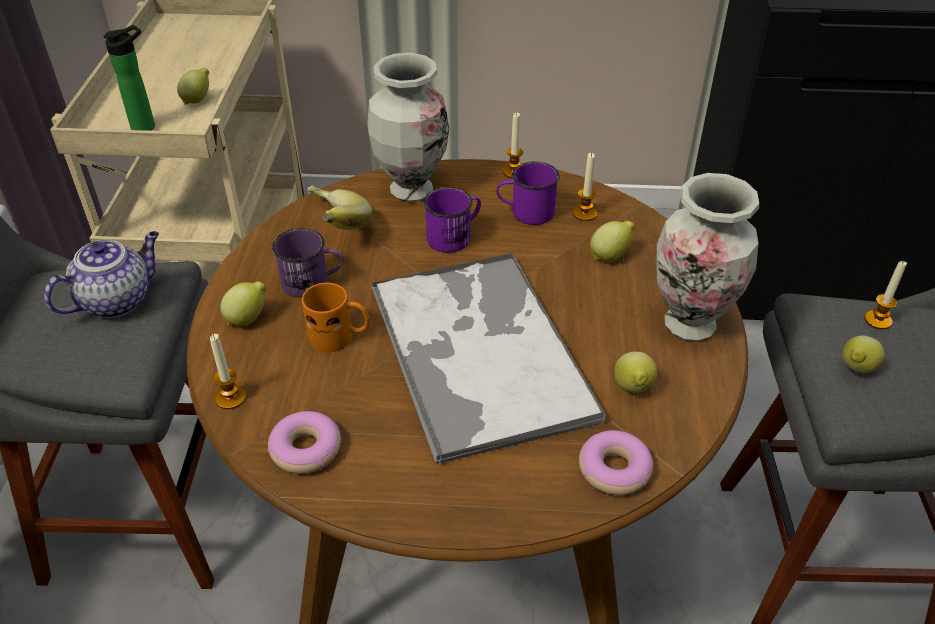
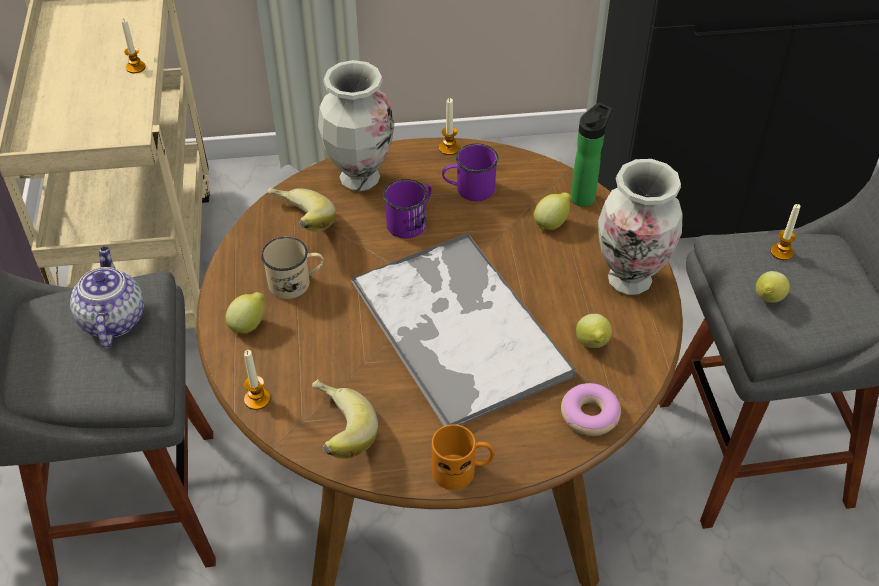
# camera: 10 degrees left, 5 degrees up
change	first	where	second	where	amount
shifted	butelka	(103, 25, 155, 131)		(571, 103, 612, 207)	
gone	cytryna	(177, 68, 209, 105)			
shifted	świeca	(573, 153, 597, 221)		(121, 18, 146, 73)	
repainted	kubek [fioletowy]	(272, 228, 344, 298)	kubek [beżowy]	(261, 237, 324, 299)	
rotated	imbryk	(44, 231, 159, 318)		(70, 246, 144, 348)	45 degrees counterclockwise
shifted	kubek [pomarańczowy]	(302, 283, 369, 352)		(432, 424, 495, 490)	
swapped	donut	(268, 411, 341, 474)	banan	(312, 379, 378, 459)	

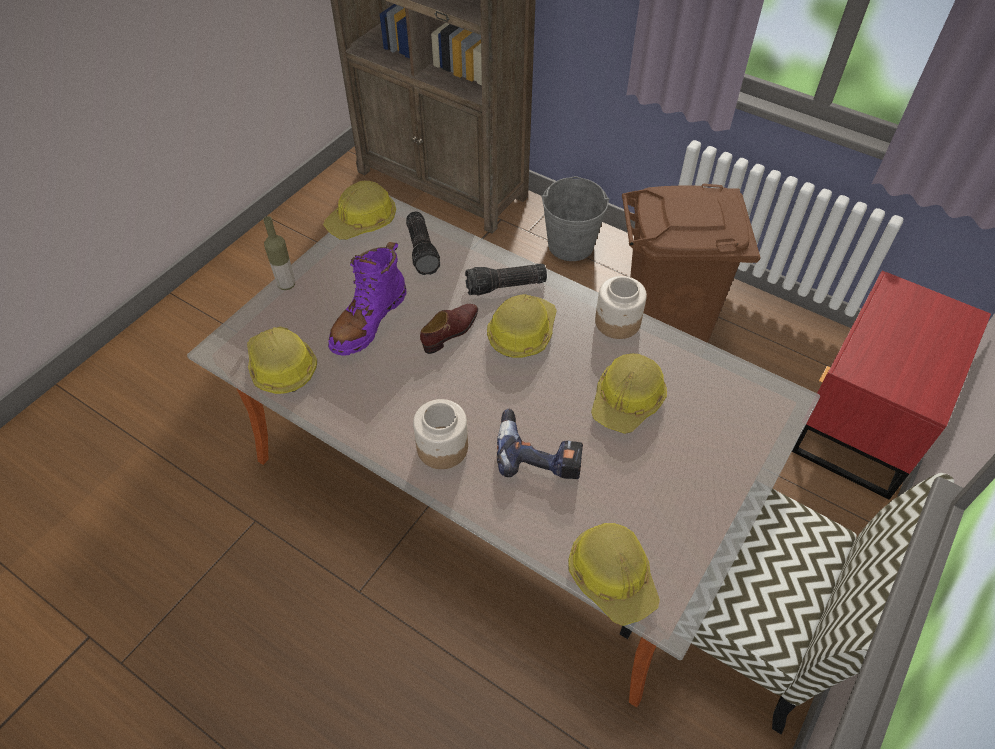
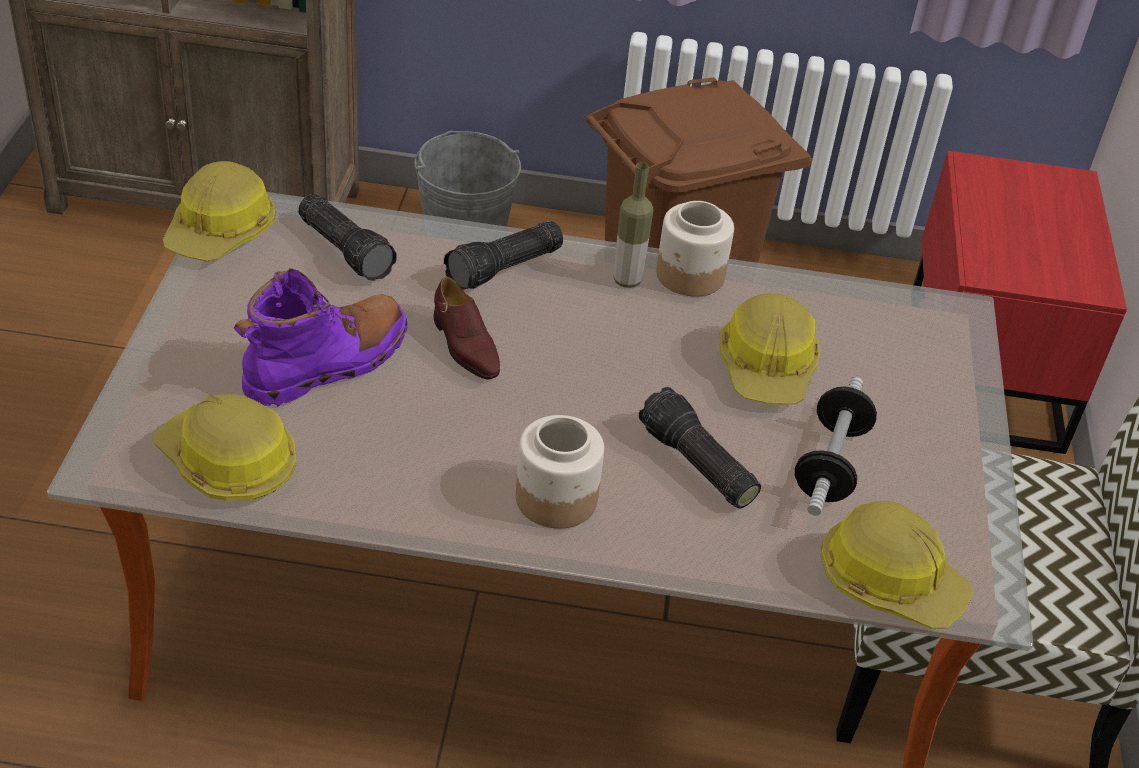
# camera: 30 degrees left, 10 degrees down
change	first	where	second	where	amount
shifted	butelka	(263, 216, 295, 290)		(613, 162, 654, 288)	
rotated	but z cholewką [fioletowy]	(328, 242, 407, 356)		(233, 268, 408, 407)	135 degrees counterclockwise
gone	kask	(487, 294, 557, 358)			
rotated	but [brązowy]	(420, 304, 478, 354)		(434, 277, 500, 379)	135 degrees clockwise
swapped	wiertarka	(497, 408, 583, 479)	latarka	(639, 387, 761, 509)	
new			hantel	(795, 377, 877, 516)	

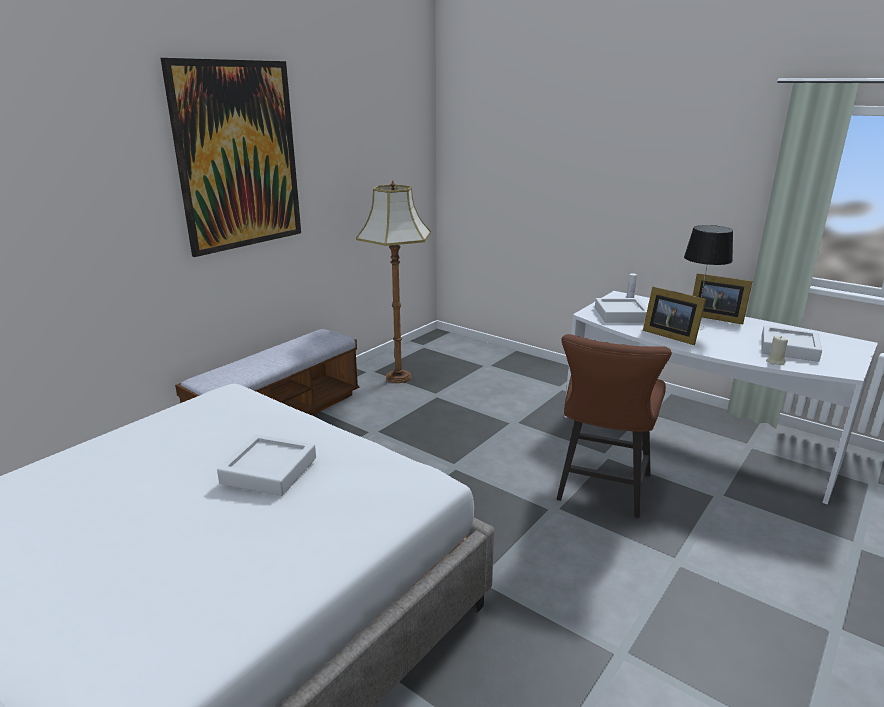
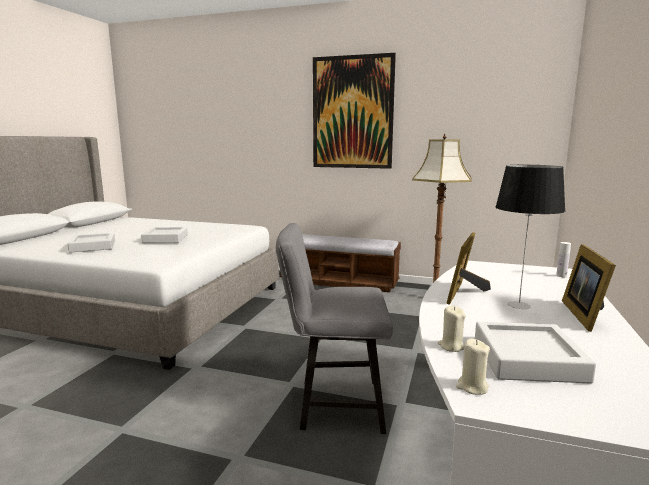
# camera: 70 degrees right, 10 degrees down
change	first	where	second	where	amount
shifted	taca [szary]	(595, 298, 647, 323)		(68, 233, 115, 252)	
repainted	krzesło [brązowy]	(556, 334, 672, 518)	krzesło [szary]	(276, 223, 393, 434)	
new			świeca [beżowy]	(456, 338, 490, 395)	

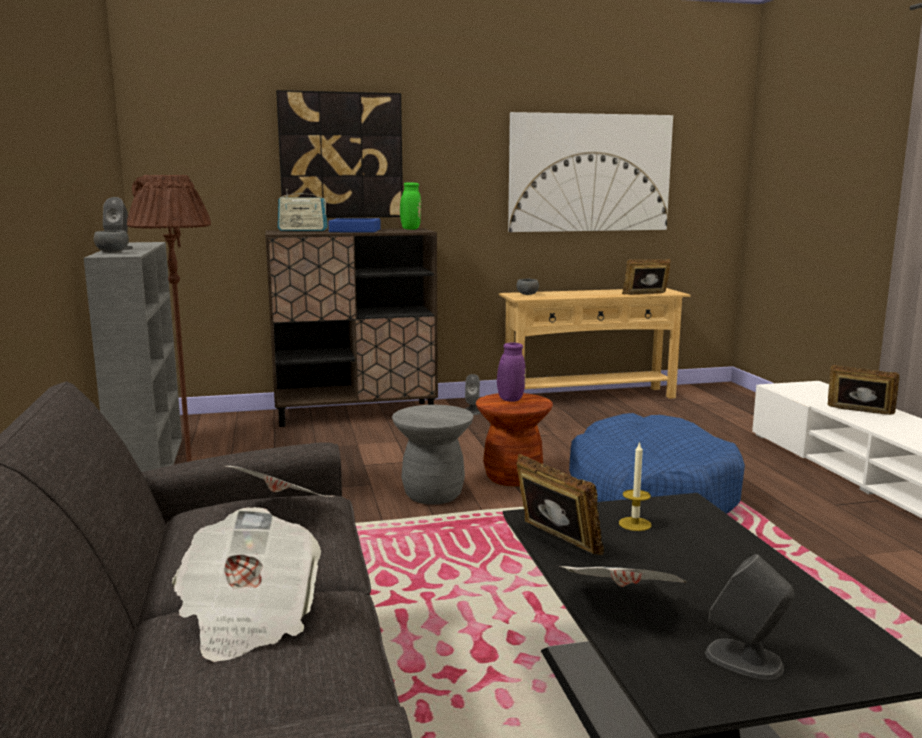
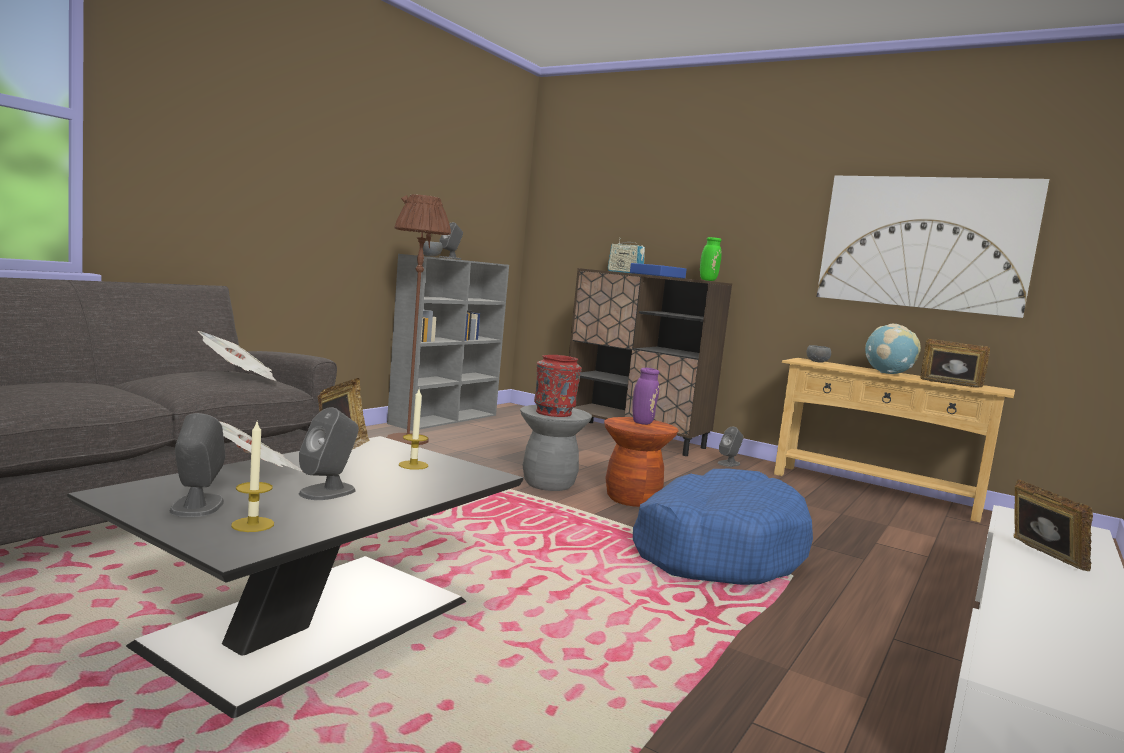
# camera: 45 degrees right, 5 degrees down
change	first	where	second	where	amount
gone	obraz	(276, 90, 403, 218)			
gone	gazeta	(172, 507, 321, 662)			
new			globus	(865, 323, 921, 374)	
new			wazon [czerwony]	(534, 355, 582, 417)	
new			głośnik [szary]	(299, 407, 359, 500)	
new			świeca	(231, 422, 274, 532)	

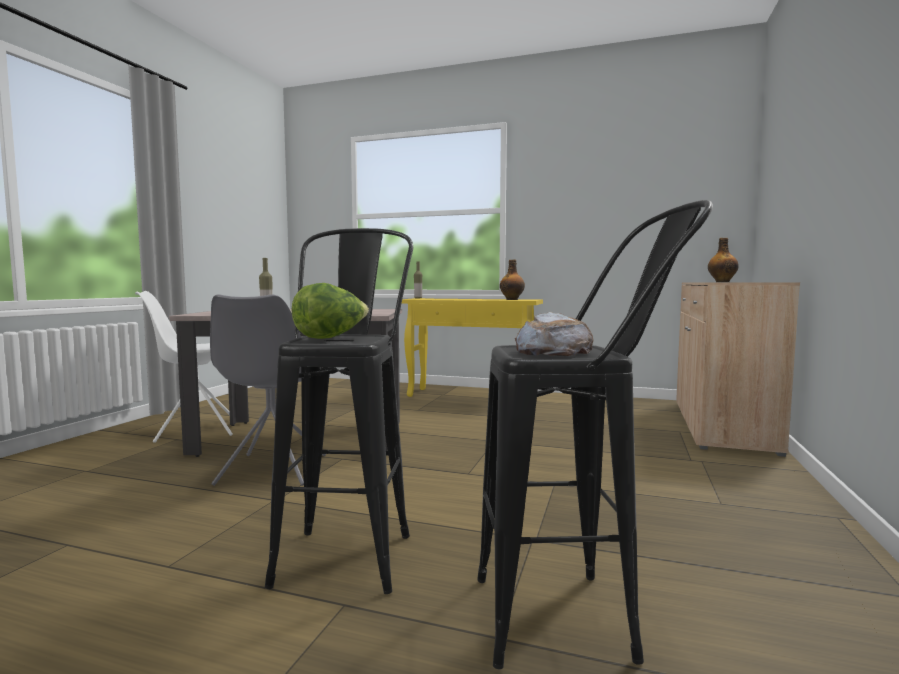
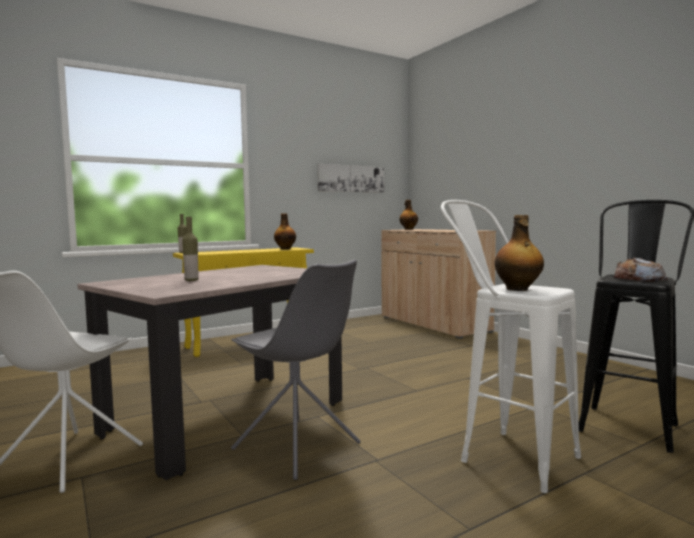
# camera: 50 degrees left, 0 degrees up
change	first	where	second	where	amount
repainted	stołek [czarny]	(265, 228, 413, 594)	stołek [biały]	(441, 200, 581, 493)	
swapped	sałata	(291, 283, 369, 339)	butelka	(495, 215, 544, 291)	
new			obraz	(317, 164, 384, 193)	

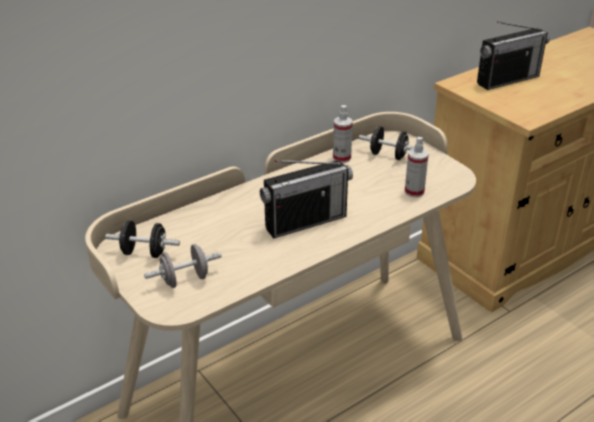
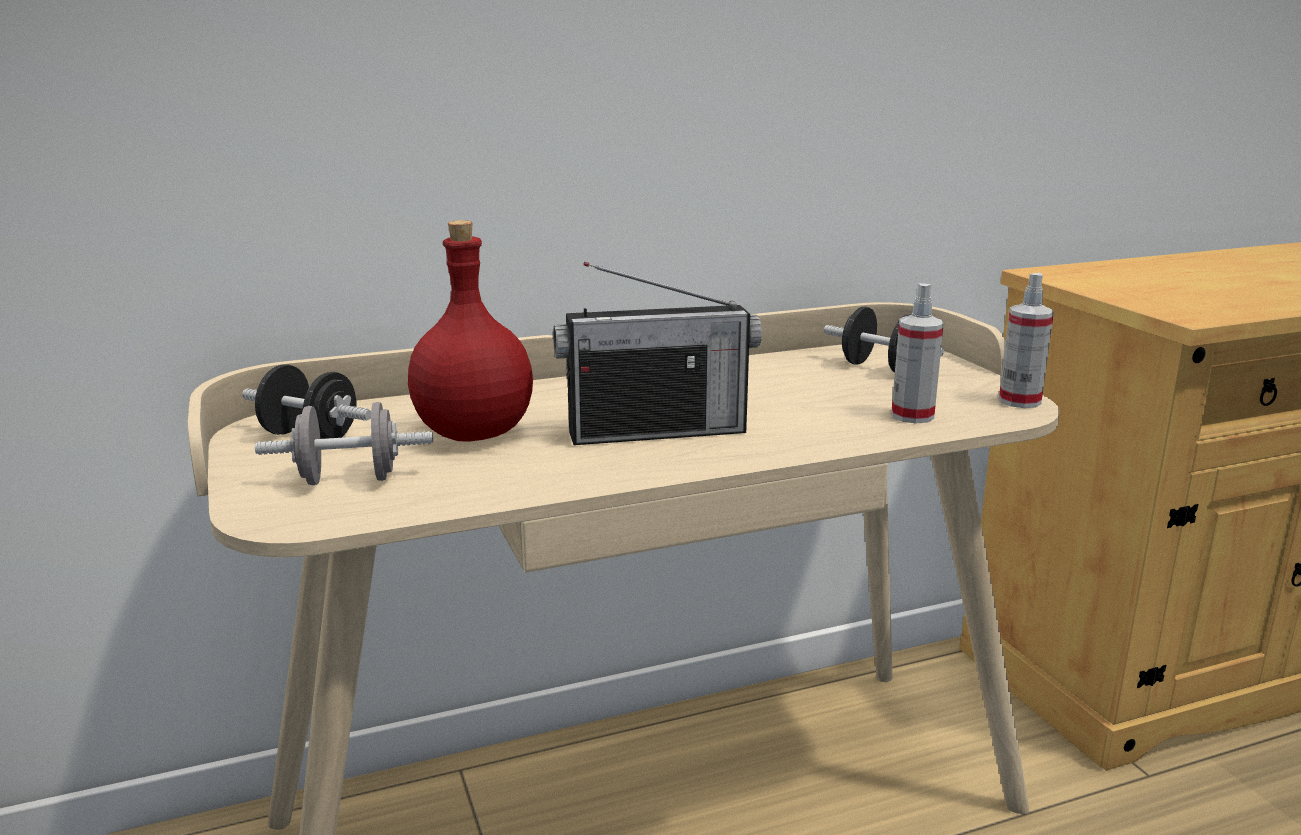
# camera: 15 degrees right, 15 degrees down
change	first	where	second	where	amount
gone	radio	(477, 21, 550, 90)			
shifted	spryskiwacz	(333, 105, 353, 163)		(999, 273, 1054, 408)	
new			butelka [czerwony]	(408, 220, 533, 442)	

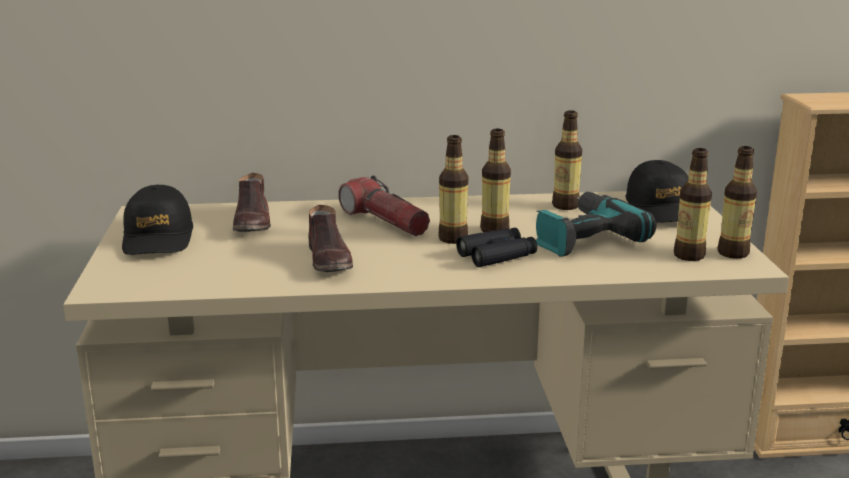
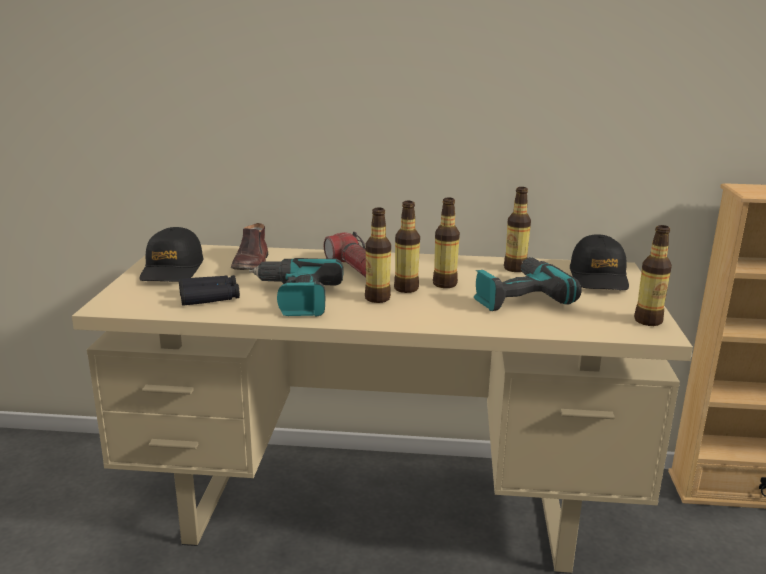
# camera: 10 degrees right, 0 degrees up
change	first	where	second	where	amount
shifted	butelka	(674, 148, 712, 261)		(365, 208, 391, 303)	
swapped	but [brązowy]	(308, 205, 353, 272)	wiertarka	(249, 258, 344, 317)	
shifted	lornetka [czarny]	(456, 228, 537, 267)		(179, 275, 240, 306)	

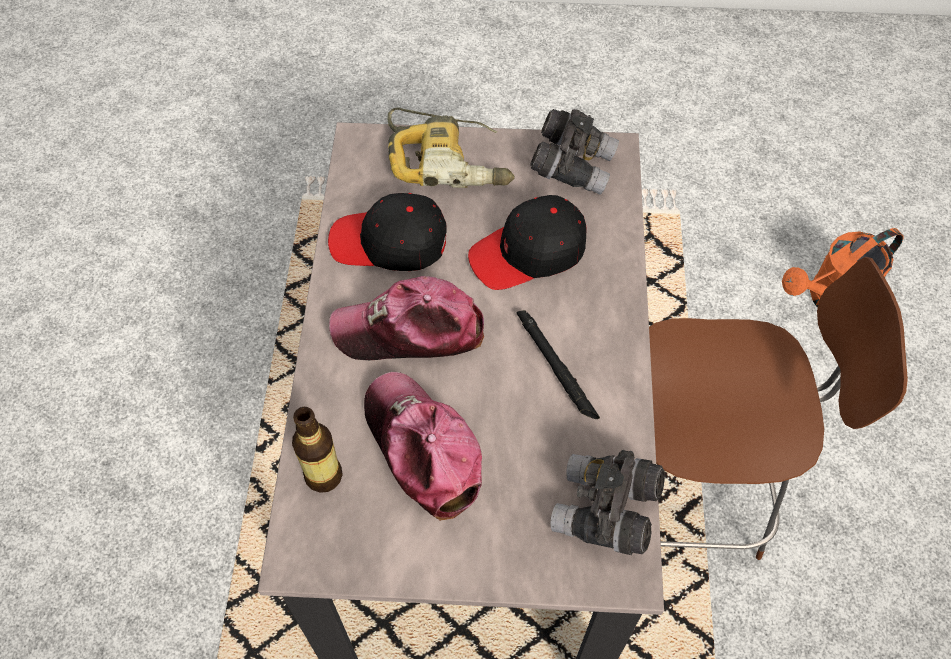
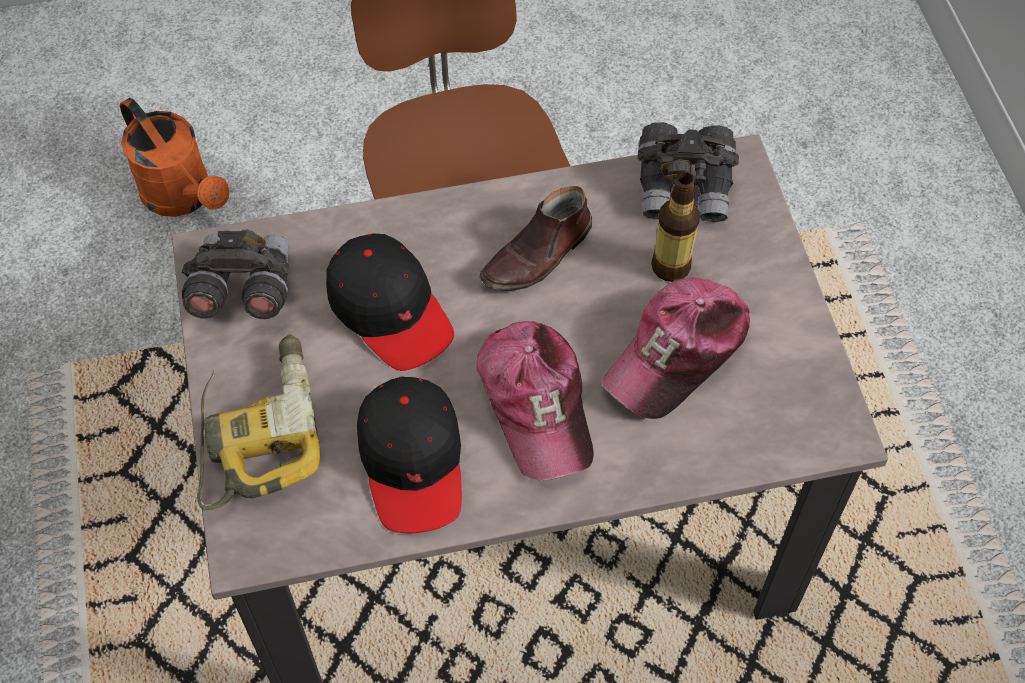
# camera: 105 degrees left, 0 degrees up
change	first	where	second	where	amount
swapped	latarka [czarny]	(516, 310, 600, 419)	but [brązowy]	(479, 186, 592, 290)	
shifted	butelka	(292, 407, 343, 493)		(651, 172, 700, 282)	

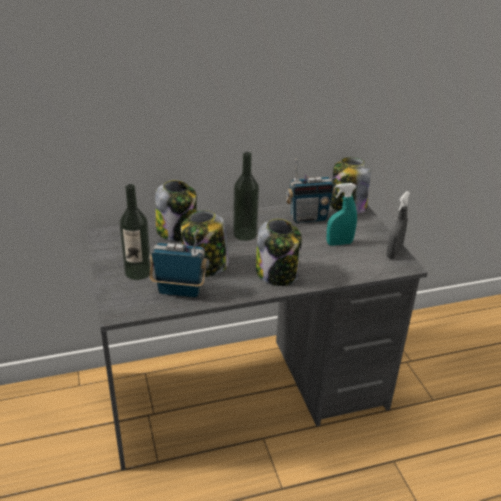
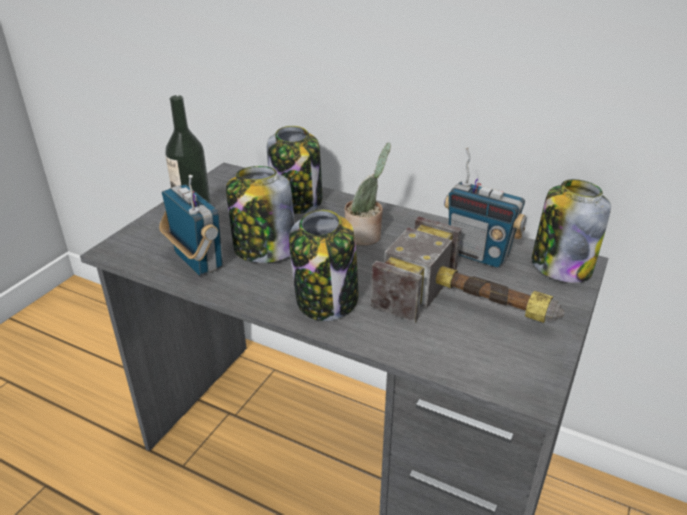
# camera: 45 degrees right, 0 degrees up
change	first	where	second	where	amount
swapped	butelka	(233, 152, 259, 241)	roślina doniczkowa	(345, 143, 391, 246)	
swapped	spryskiwacz [turkusowy]	(326, 183, 357, 246)	młotek	(371, 217, 565, 323)	
gone	spryskiwacz [szary]	(386, 191, 410, 259)			

